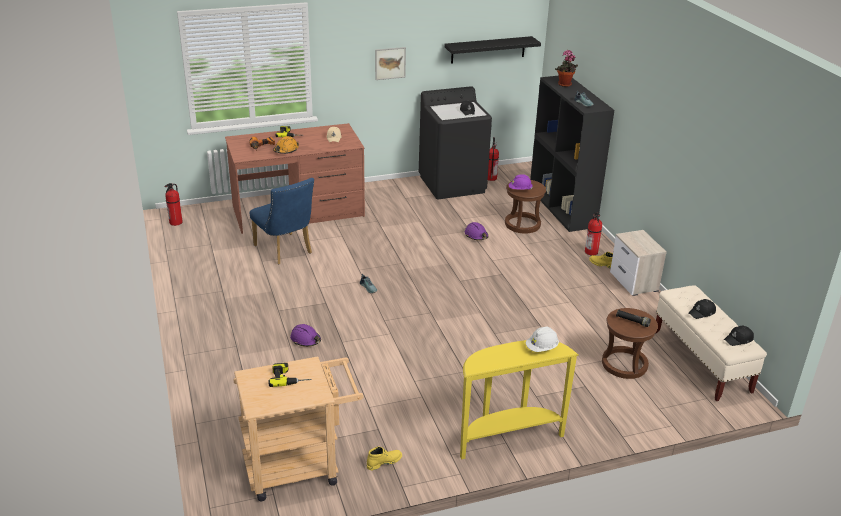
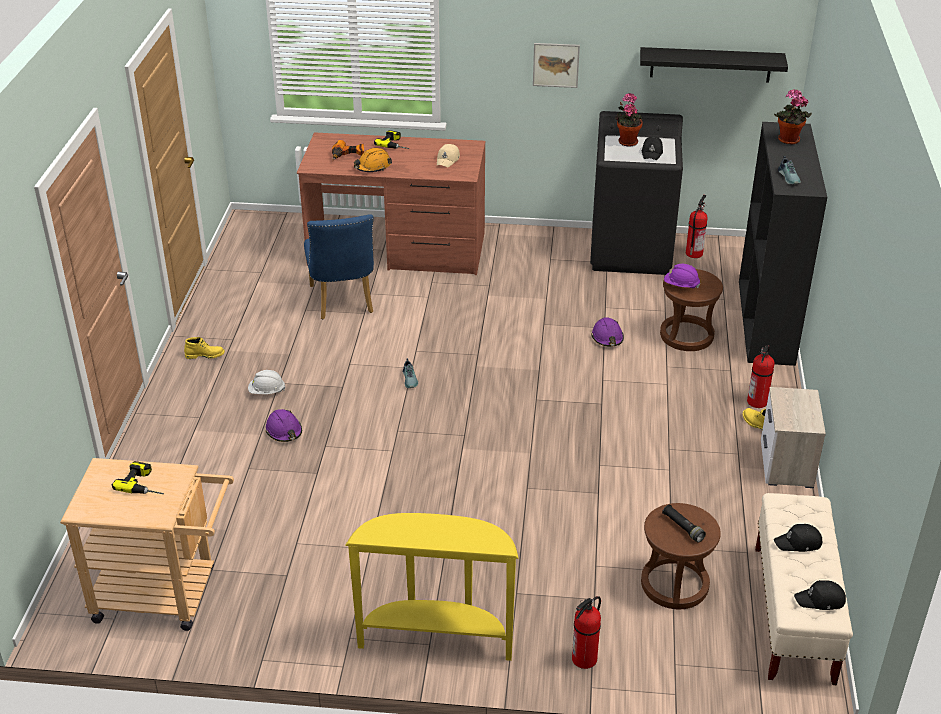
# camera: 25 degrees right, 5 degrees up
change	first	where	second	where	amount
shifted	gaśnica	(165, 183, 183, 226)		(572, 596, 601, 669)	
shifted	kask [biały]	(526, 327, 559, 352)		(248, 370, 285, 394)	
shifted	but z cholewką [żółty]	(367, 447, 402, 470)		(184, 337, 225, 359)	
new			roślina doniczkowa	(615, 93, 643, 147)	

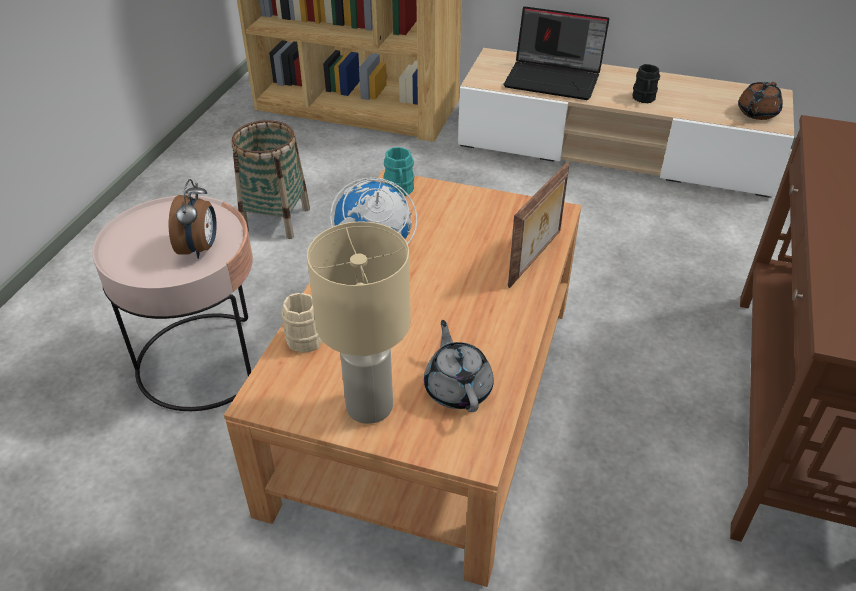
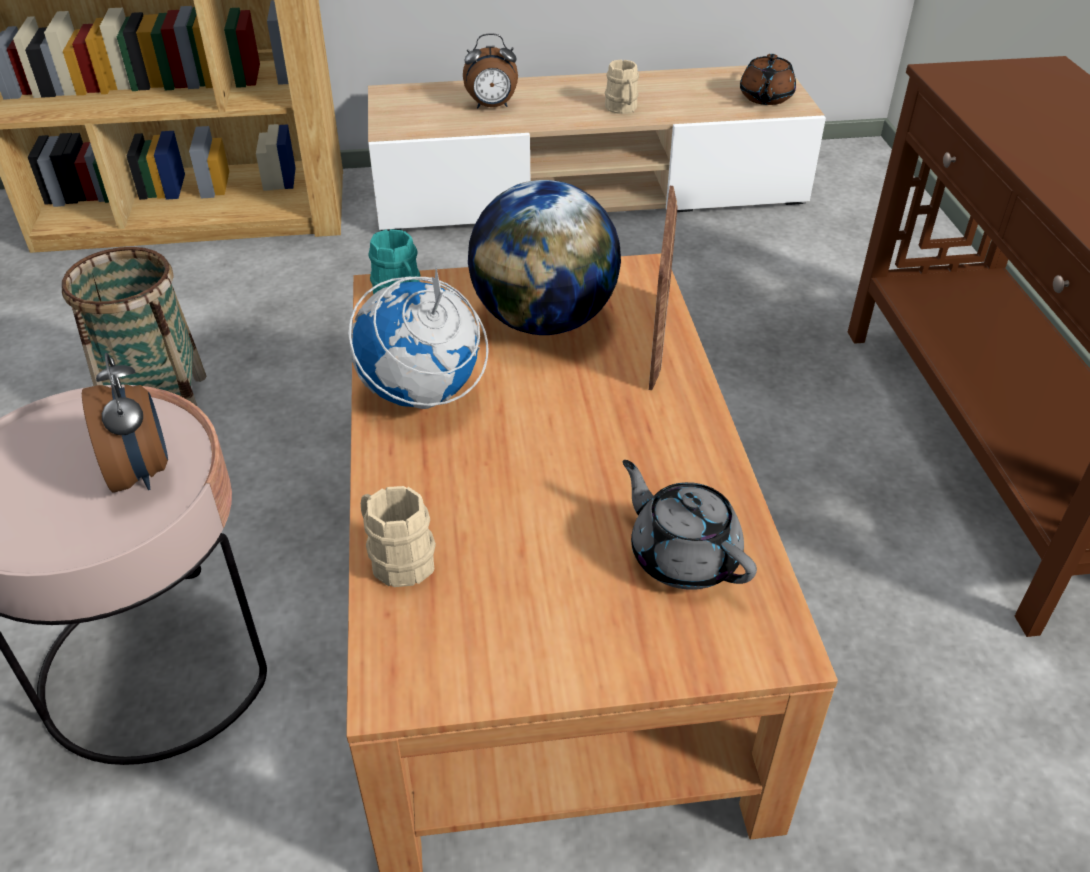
# camera: 25 degrees left, 0 degrees up
change	first	where	second	where	amount
swapped	laptop	(503, 6, 609, 100)	budzik	(463, 33, 518, 108)	
repainted	kubek [czarny]	(633, 64, 660, 103)	kubek [beżowy]	(605, 59, 639, 114)	
gone	lampa stołowa [beżowy]	(307, 221, 411, 424)			
new			globus	(468, 180, 621, 335)	

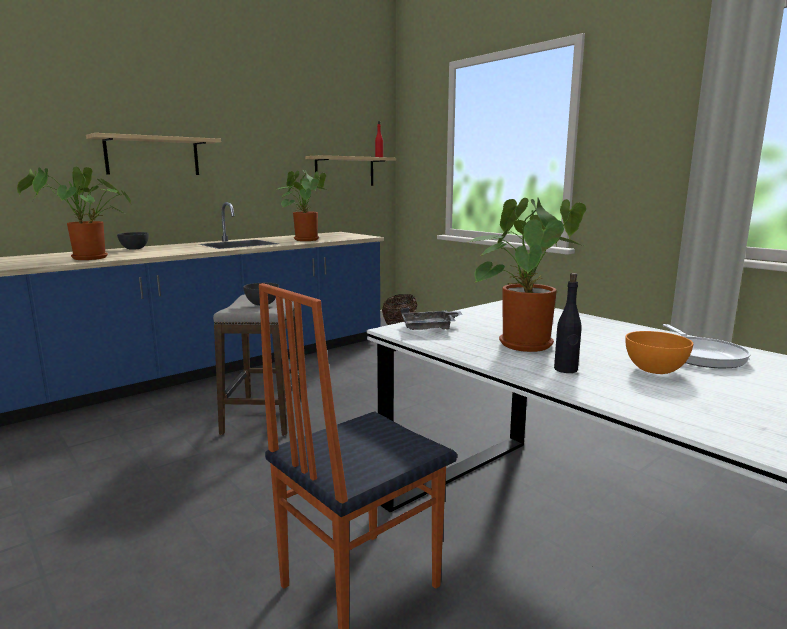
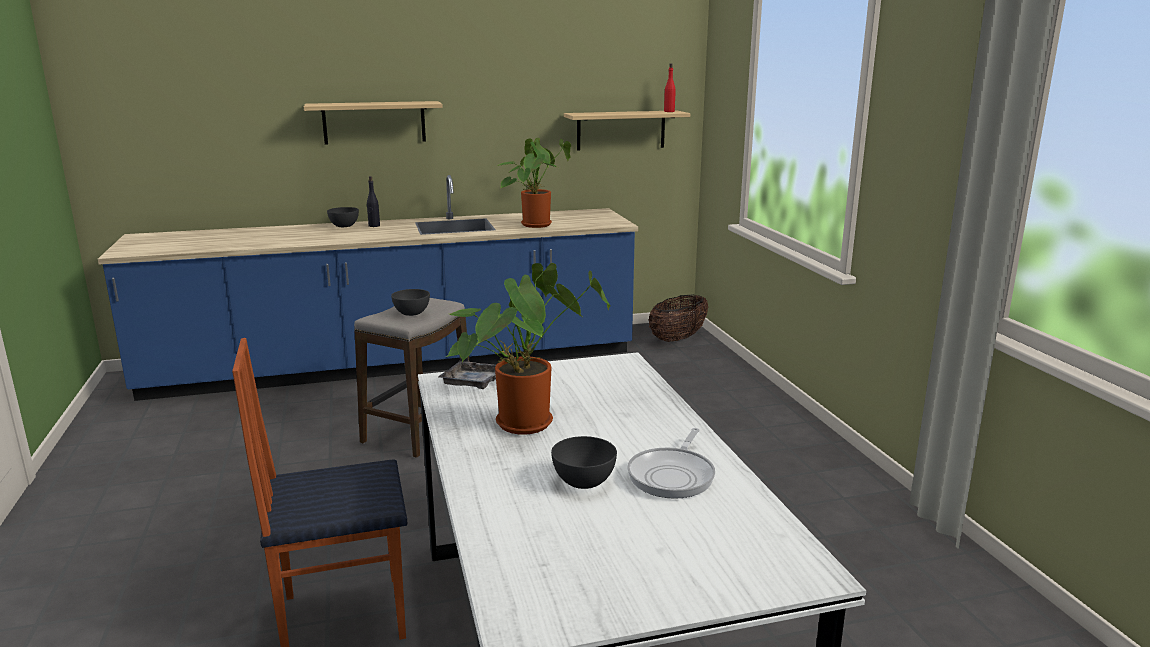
# camera: 25 degrees right, 5 degrees up
change	first	where	second	where	amount
gone	roślina doniczkowa	(17, 167, 131, 260)			
shifted	butelka [czarny]	(554, 273, 582, 373)		(367, 176, 380, 227)	
repainted	miska [pomarańczowy]	(625, 331, 693, 374)	miska [szary]	(551, 436, 617, 489)	

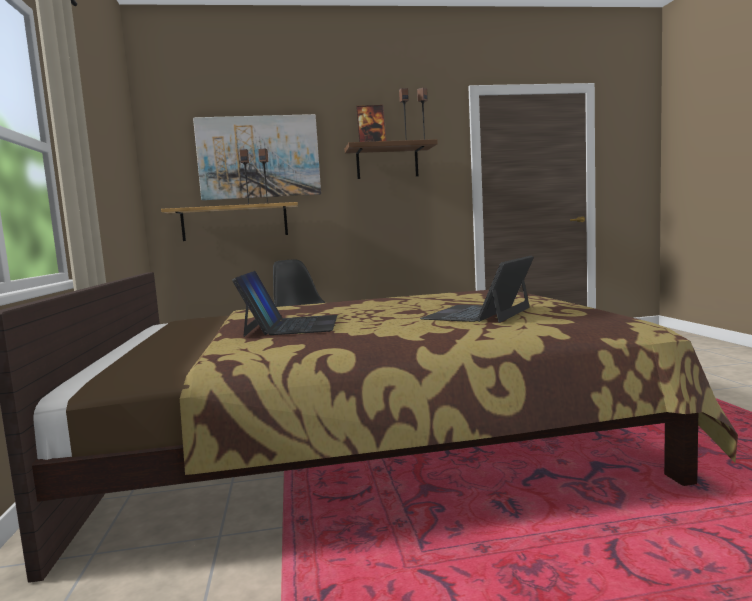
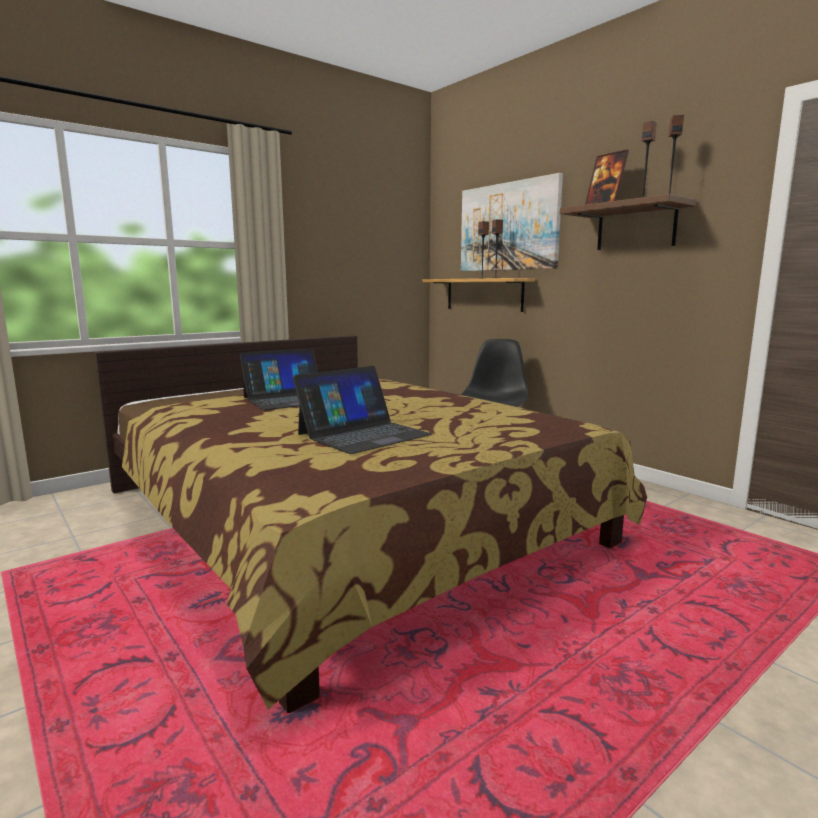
# camera: 60 degrees right, 5 degrees up
change	first	where	second	where	amount
rotated	laptop	(420, 256, 534, 323)		(293, 366, 432, 454)	135 degrees clockwise

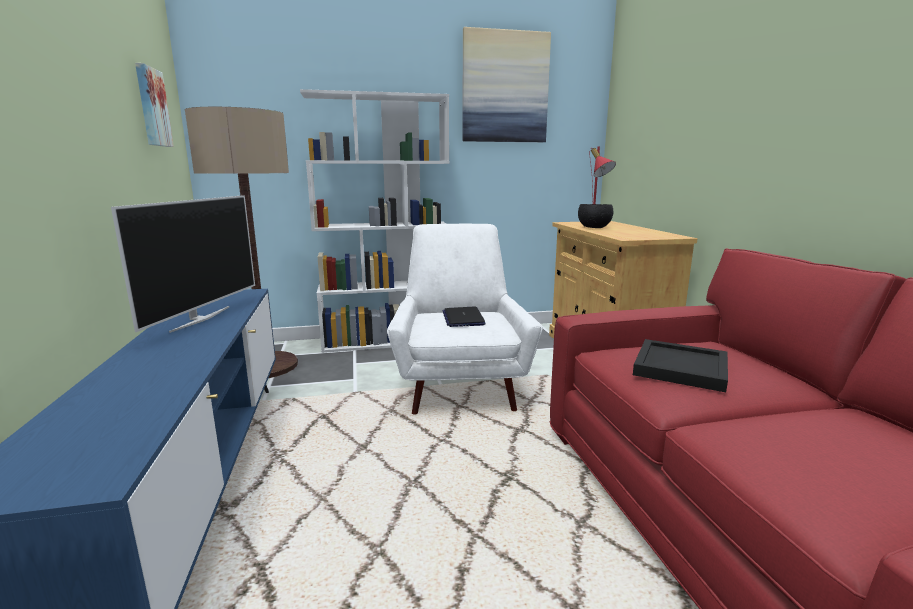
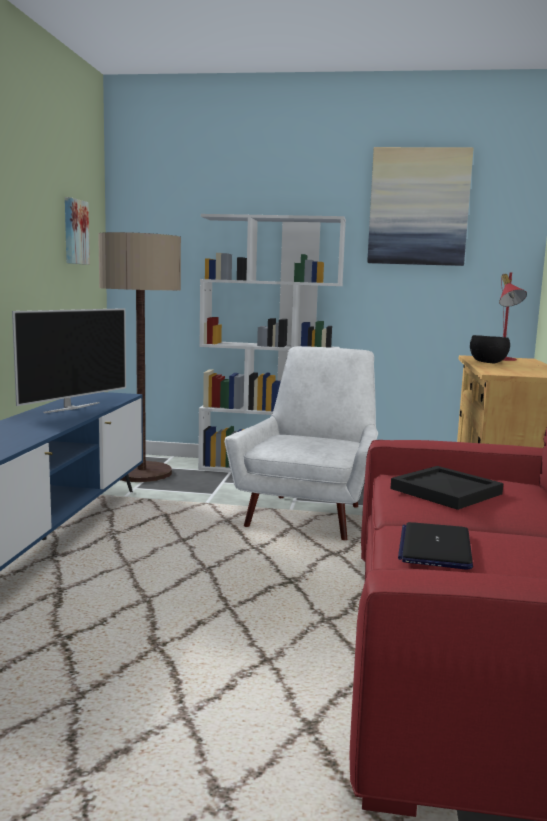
# camera: 20 degrees right, 5 degrees down
change	first	where	second	where	amount
shifted	laptop	(442, 307, 486, 327)		(398, 522, 473, 570)	

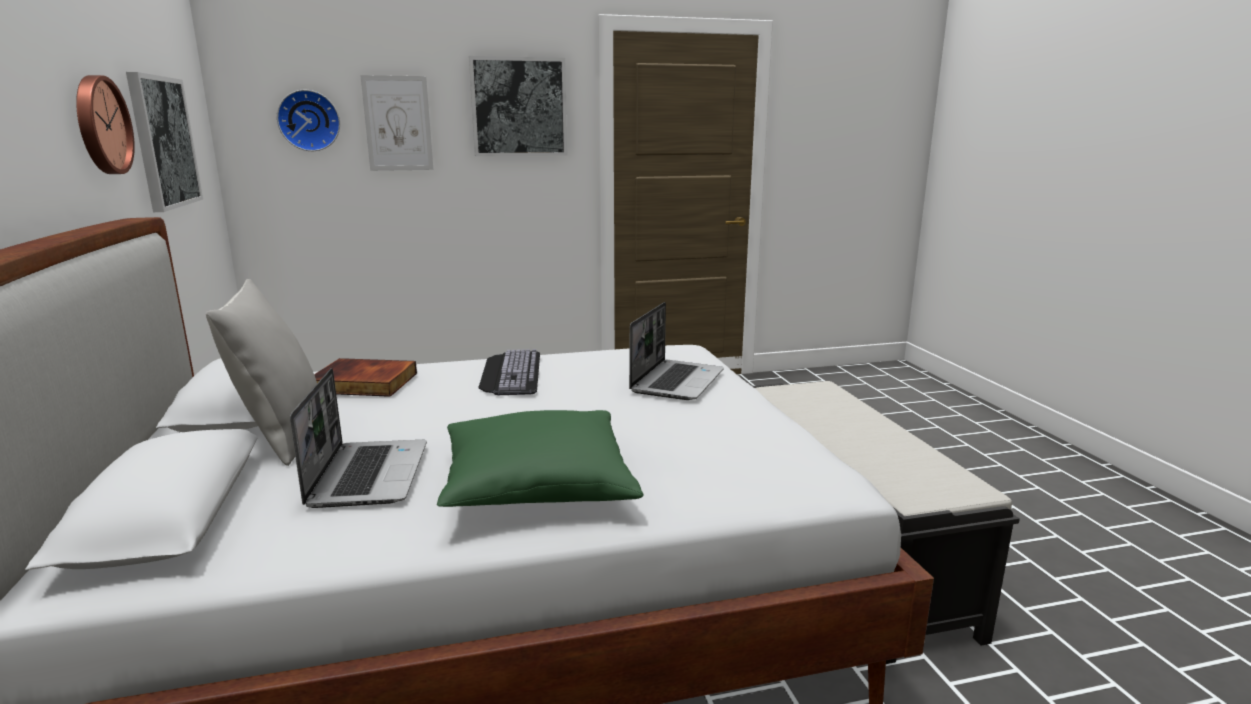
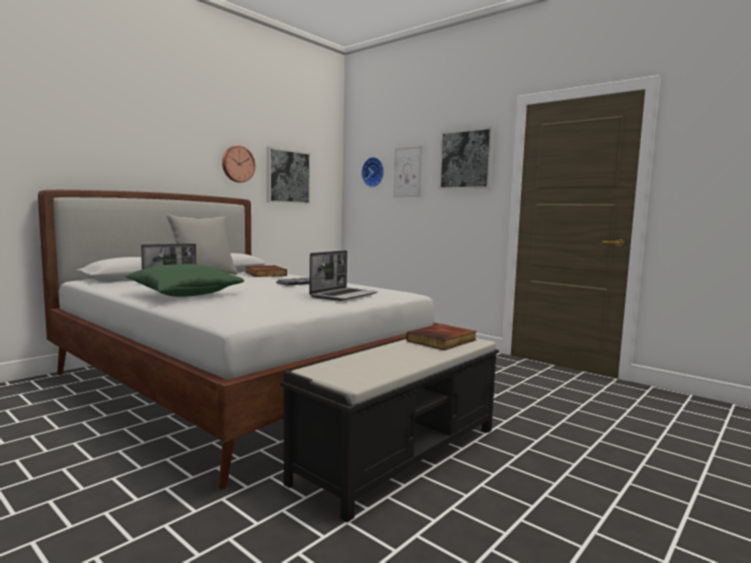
# camera: 55 degrees right, 10 degrees down
change	first	where	second	where	amount
rotated	laptop	(629, 302, 724, 400)		(309, 250, 378, 301)	45 degrees counterclockwise
new			książka	(406, 324, 477, 350)	

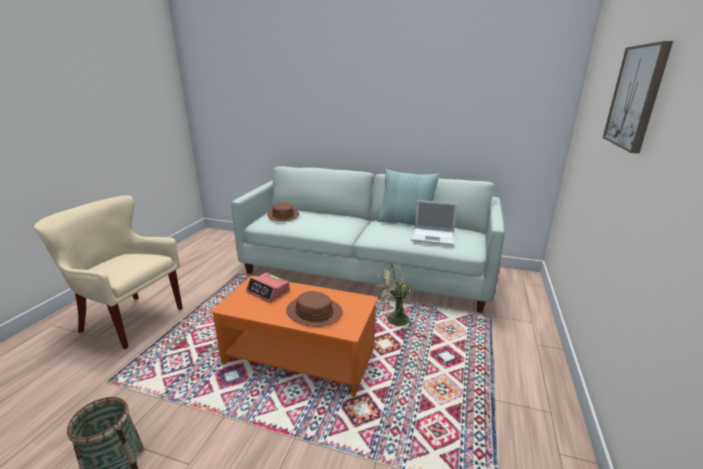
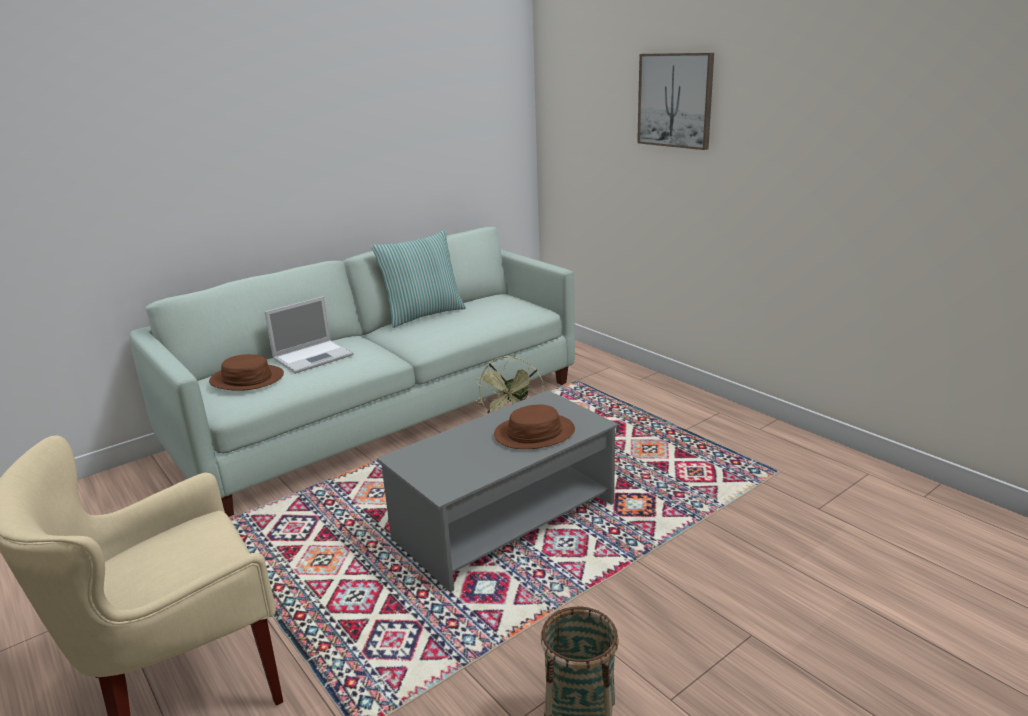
# camera: 55 degrees left, 0 degrees up
change	first	where	second	where	amount
shifted	laptop	(411, 200, 457, 245)		(264, 296, 353, 374)	
gone	budzik	(246, 272, 289, 303)			
repainted	ława [pomarańczowy]	(210, 275, 378, 397)	ława [szary]	(377, 390, 618, 592)	

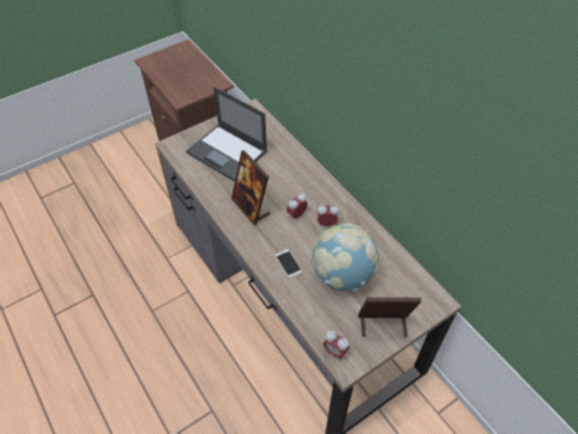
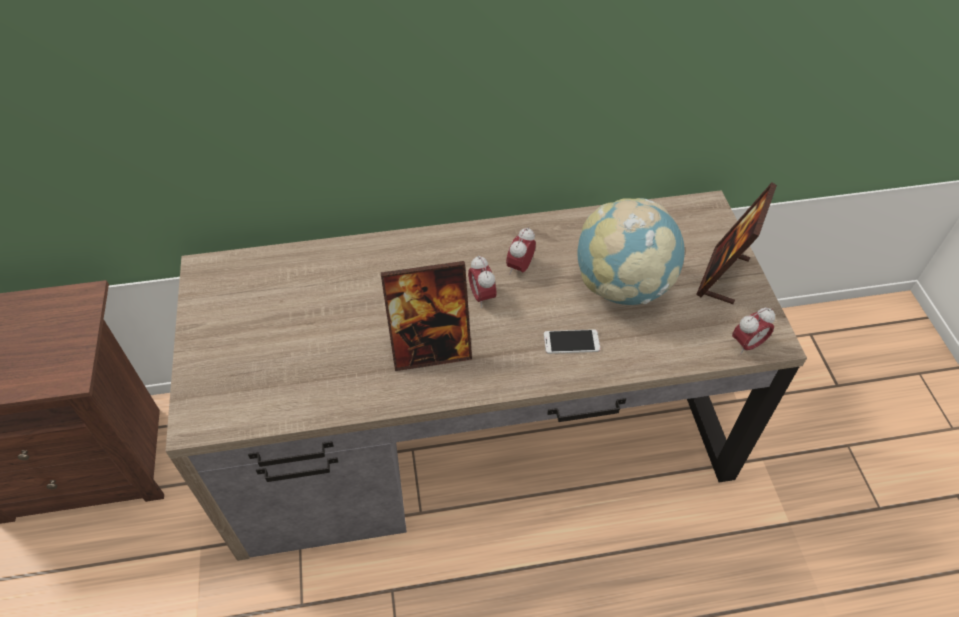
# camera: 65 degrees left, 0 degrees up
change	first	where	second	where	amount
gone	laptop	(186, 87, 267, 182)			

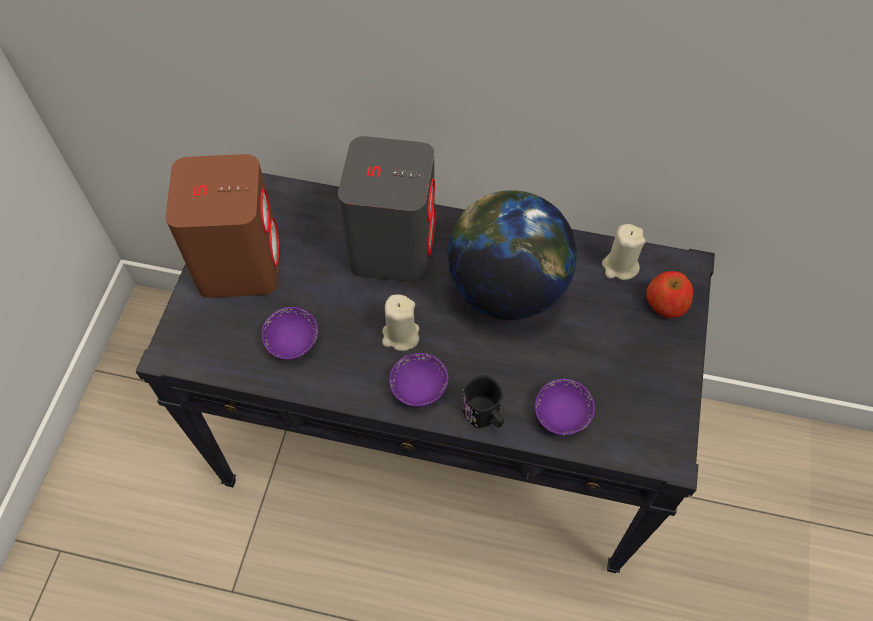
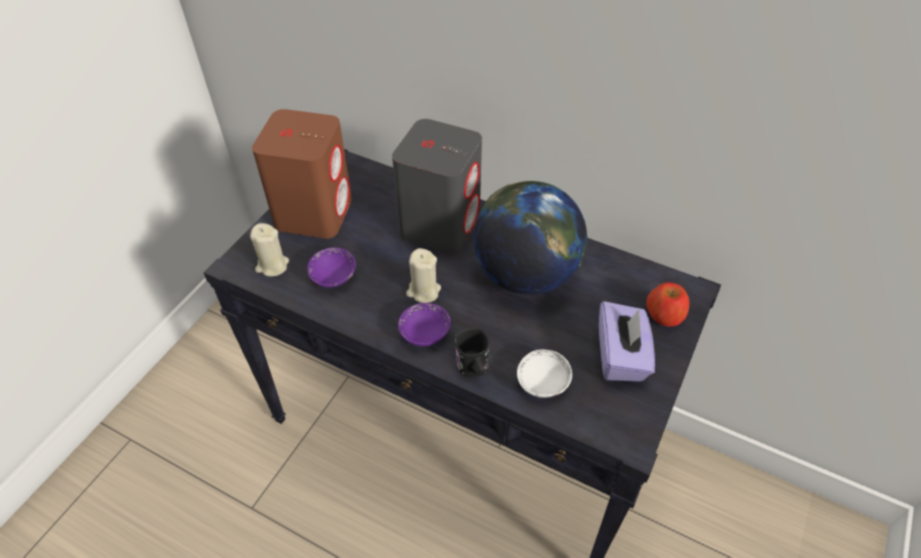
# camera: 15 degrees right, 10 degrees down
change	first	where	second	where	amount
shifted	świeca [beżowy]	(602, 224, 645, 280)		(250, 223, 289, 277)	
repainted	miska [fioletowy]	(535, 379, 595, 435)	miska [biały]	(517, 349, 572, 398)	
new			pudełko chusteczek [fioletowy]	(599, 301, 655, 381)	

